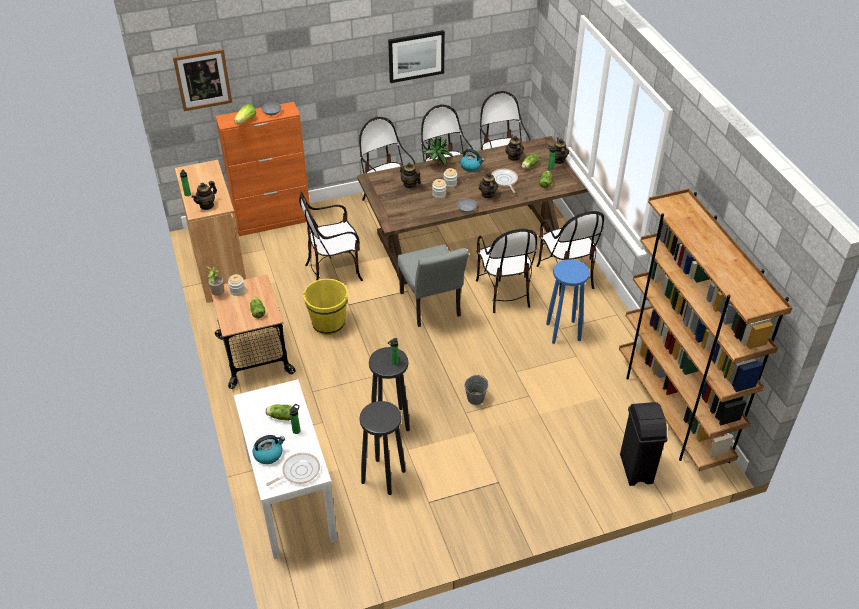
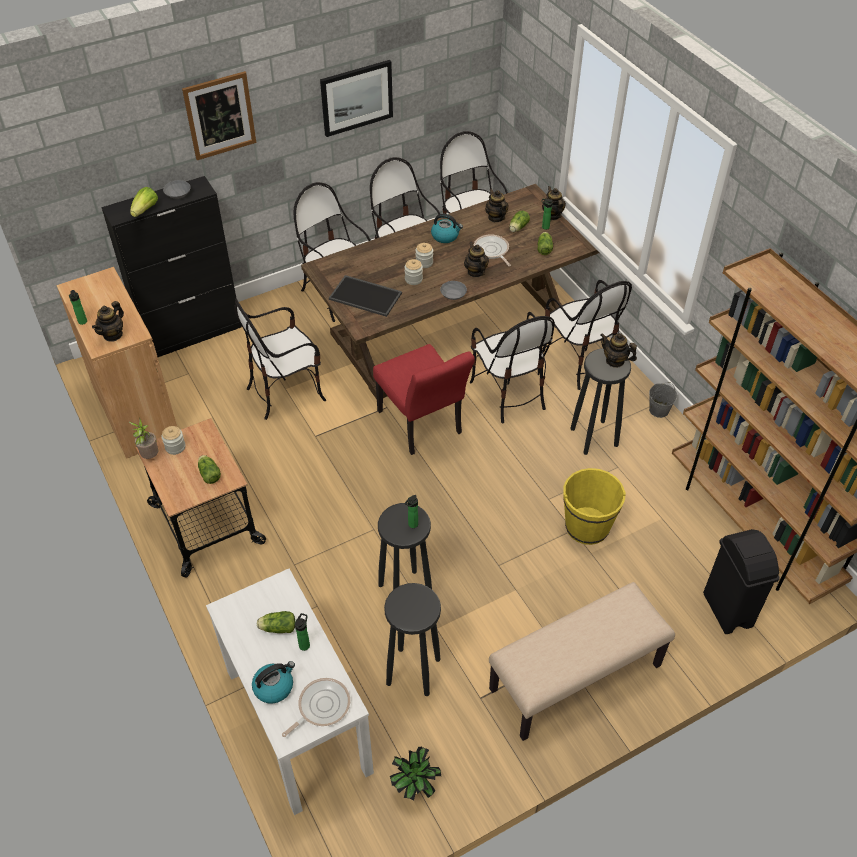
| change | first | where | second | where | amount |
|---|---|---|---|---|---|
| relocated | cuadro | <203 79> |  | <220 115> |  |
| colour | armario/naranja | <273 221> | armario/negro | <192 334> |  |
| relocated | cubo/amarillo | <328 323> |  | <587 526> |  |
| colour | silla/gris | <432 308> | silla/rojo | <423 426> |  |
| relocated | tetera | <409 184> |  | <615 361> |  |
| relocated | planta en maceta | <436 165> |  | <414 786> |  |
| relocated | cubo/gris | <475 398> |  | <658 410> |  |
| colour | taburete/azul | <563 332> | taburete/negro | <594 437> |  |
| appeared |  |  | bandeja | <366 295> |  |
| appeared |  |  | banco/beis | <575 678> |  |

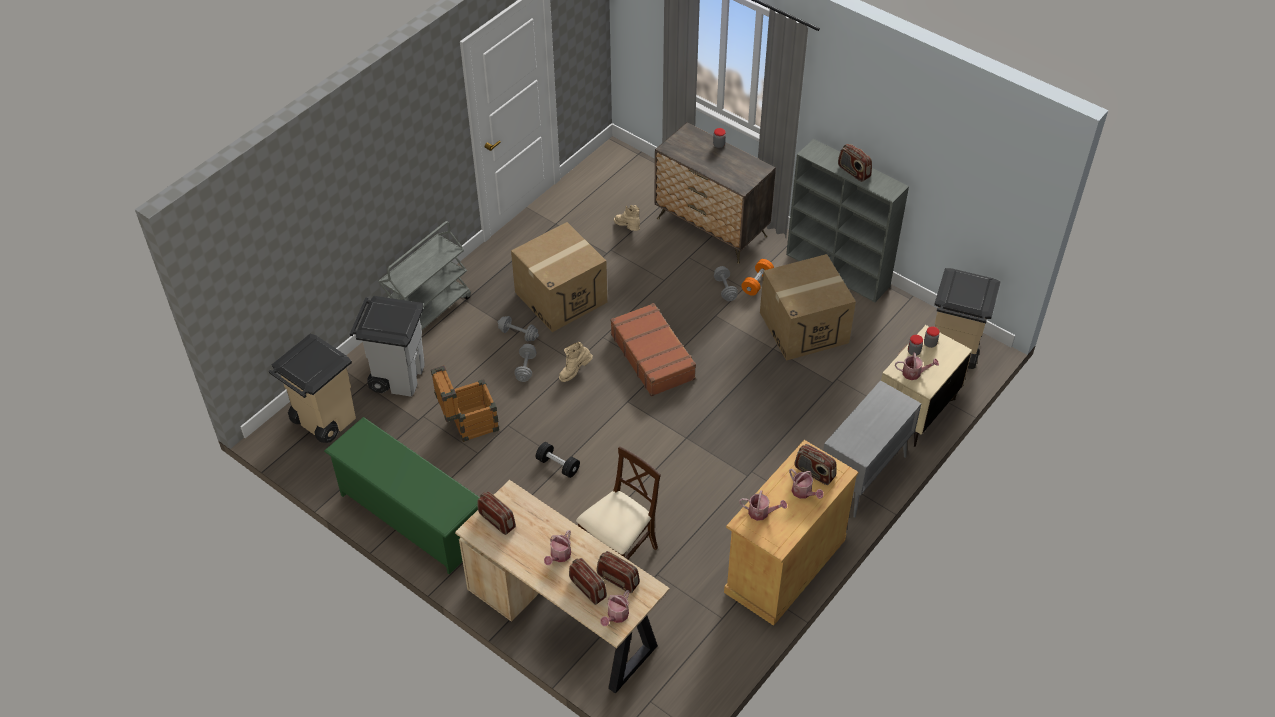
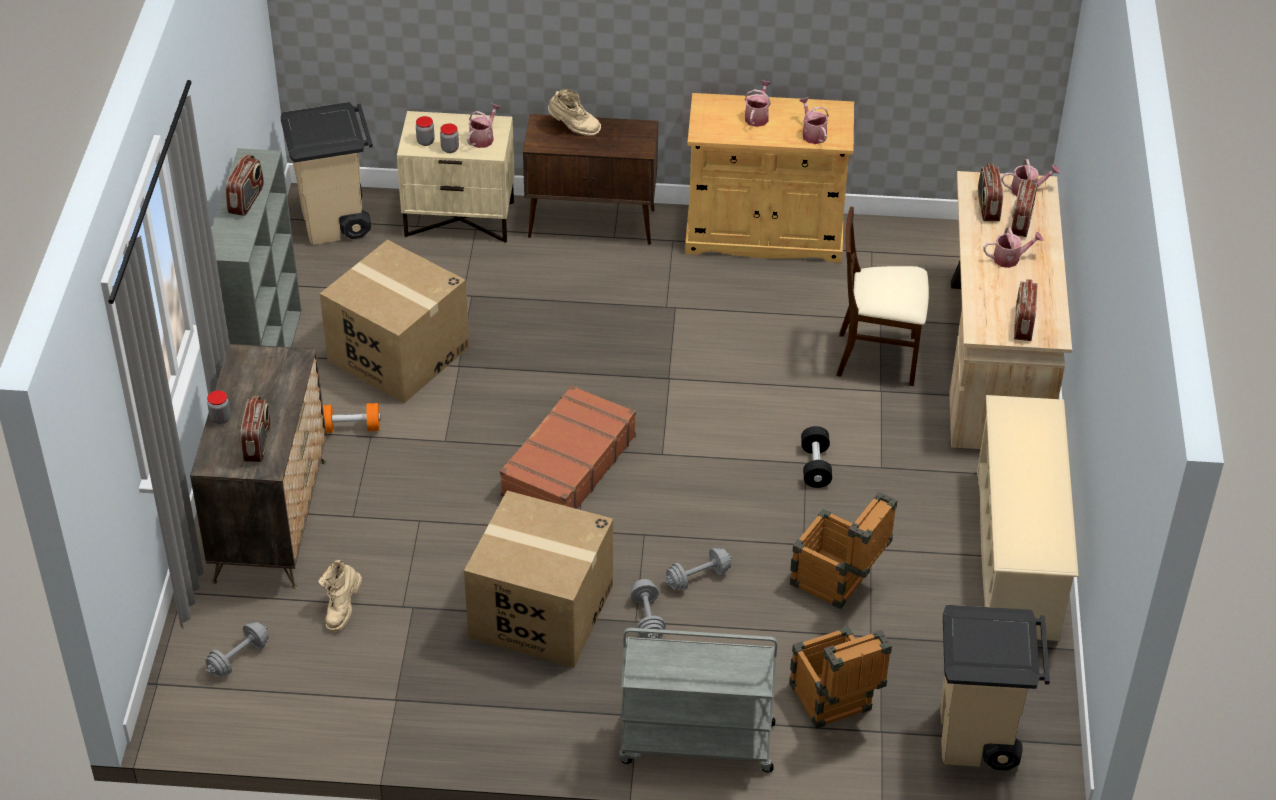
| change | first | where | second | where | amount |
|---|---|---|---|---|---|
| colour | zapatero/verde | <411 517> | zapatero/beis | <1017 554> |  |
| exchanged | papelera/gris | <398 375> | caja de embalaje | <834 705> |  |
| relocated | bota/beis | <575 371> |  | <573 128> |  |
| relocated | mancuerna/gris | <725 289> |  | <238 658> |  |
| relocated | radio | <814 473> |  | <258 443> |  |
| colour | armario/gris | <862 477> | armario/marrón | <593 224> |  |
| spun | regadera | <914 373> |  | <483 138> | 60 degrees clockwise |

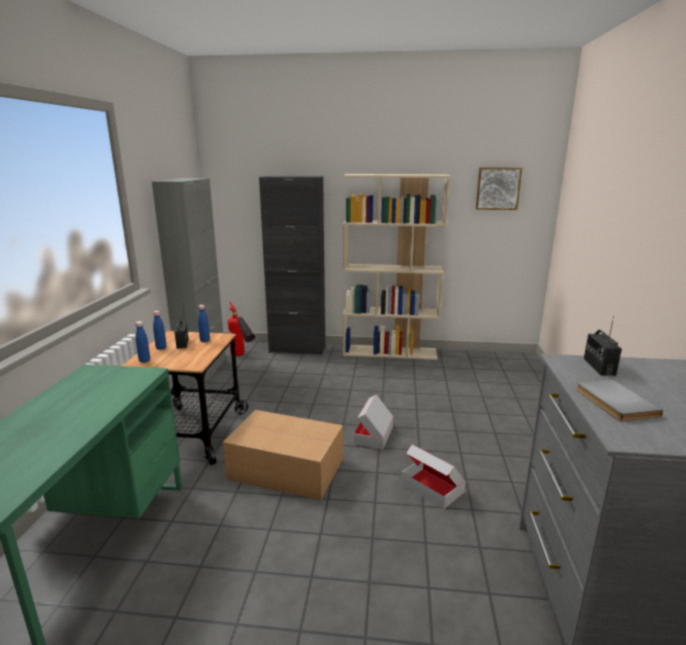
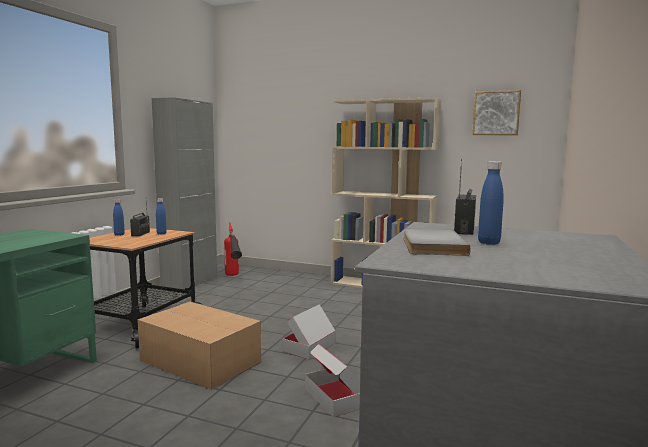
| change | first | where | second | where | amount |
|---|---|---|---|---|---|
| relocated | botella/azul | <144 361> |  | <488 243> |  |
| missing | armario/negro | <297 349> |  |  |  |

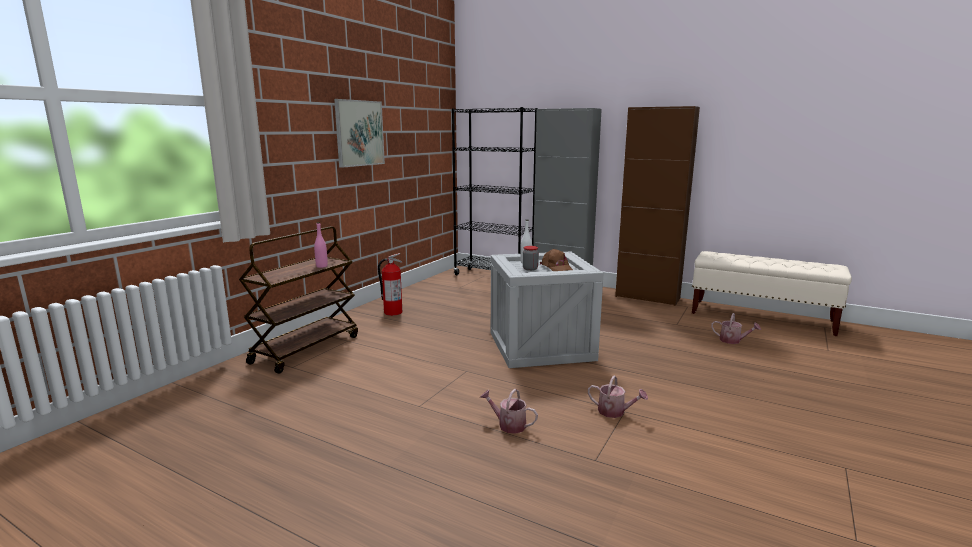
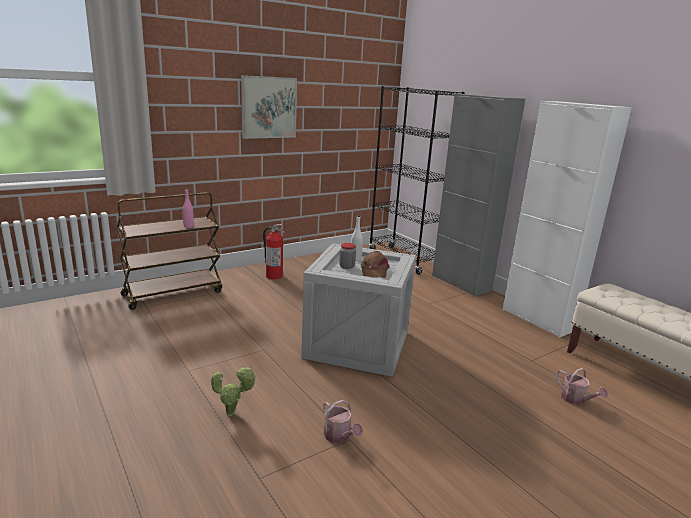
| change | first | where | second | where | amount |
|---|---|---|---|---|---|
| exchanged | regadera | <508 425> | planta en maceta | <232 414> |  |
| colour | armario/marrón | <647 297> | armario/blanco | <538 319> |  |

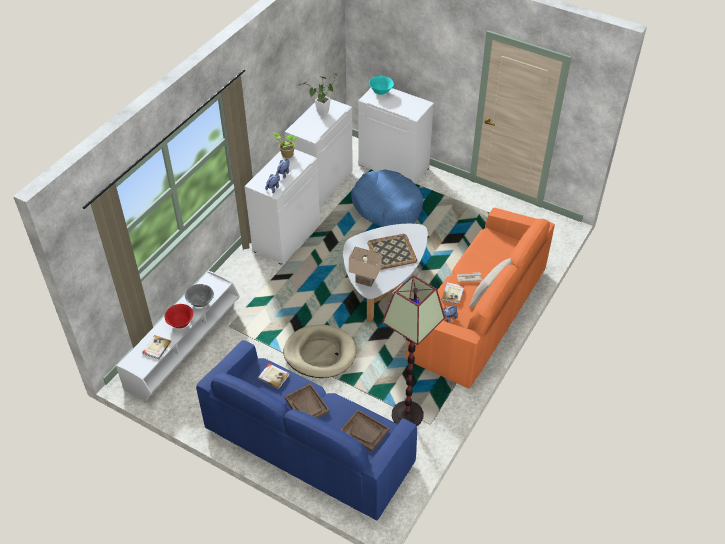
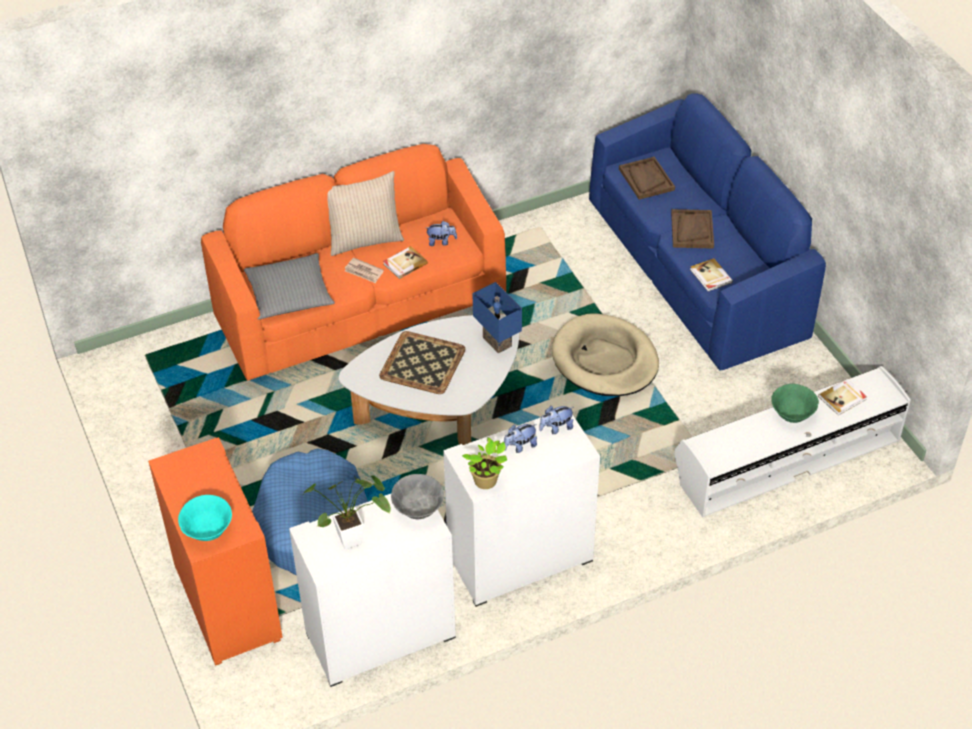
| change | first | where | second | where | amount |
|---|---|---|---|---|---|
| colour | cuenco/rojo | <180 324> | cuenco/verde | <792 415> |  |
| relocated | cuenco/gris | <200 303> |  | <418 511> |  |
| colour | lámpara de mesa/beis | <365 280> | lámpara de mesa/azul | <495 342> |  |
| colour | armario/blanco | <394 166> | armario/naranja | <225 602> |  |
| missing | lámpara de pie | <407 415> |  |  |  |
| appeared |  |  | cojín/gris | <289 294> |  |

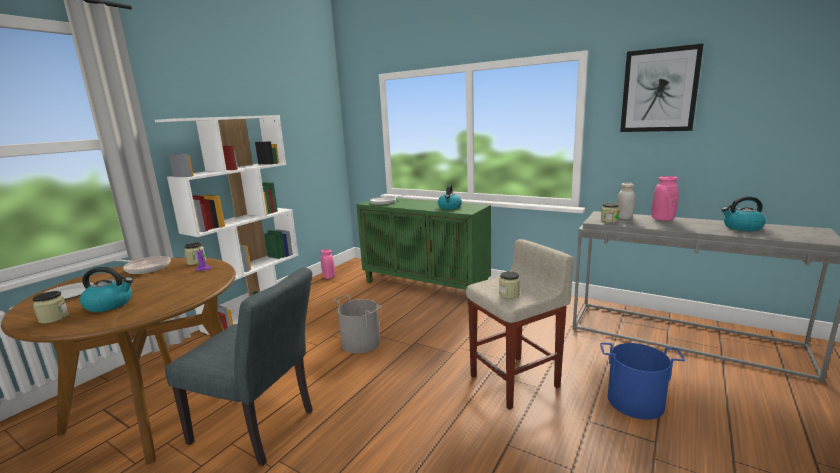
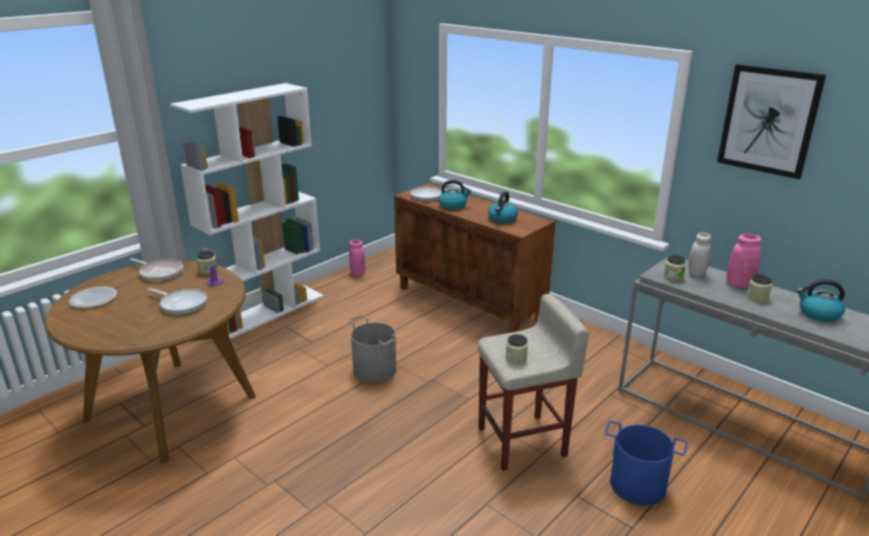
| change | first | where | second | where | amount |
|---|---|---|---|---|---|
| relocated | tarro | <54 318> |  | <757 297> |  |
| relocated | hervidor | <110 304> |  | <453 205> |  |
| missing | silla/gris | <260 428> |  |  |  |
| colour | armario/verde | <426 285> | armario/marrón | <469 303> |  |
| appeared |  |  | sartén | <182 304> |  |

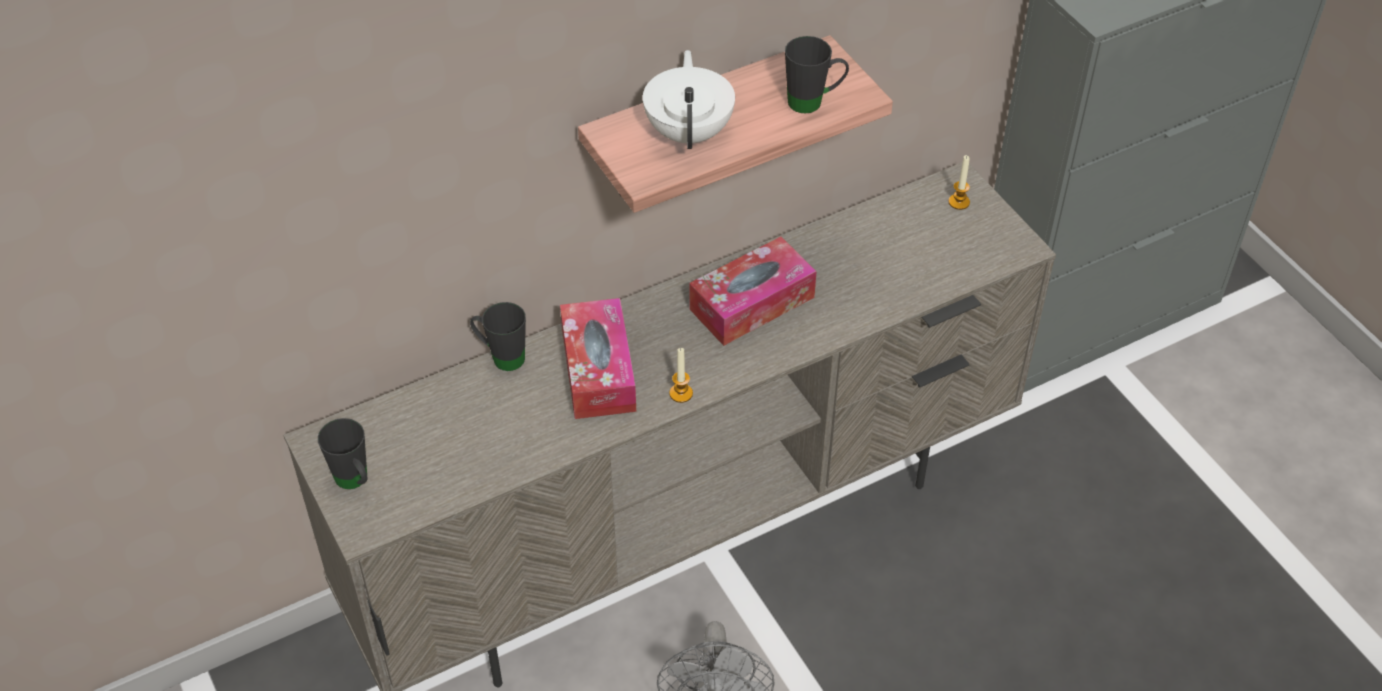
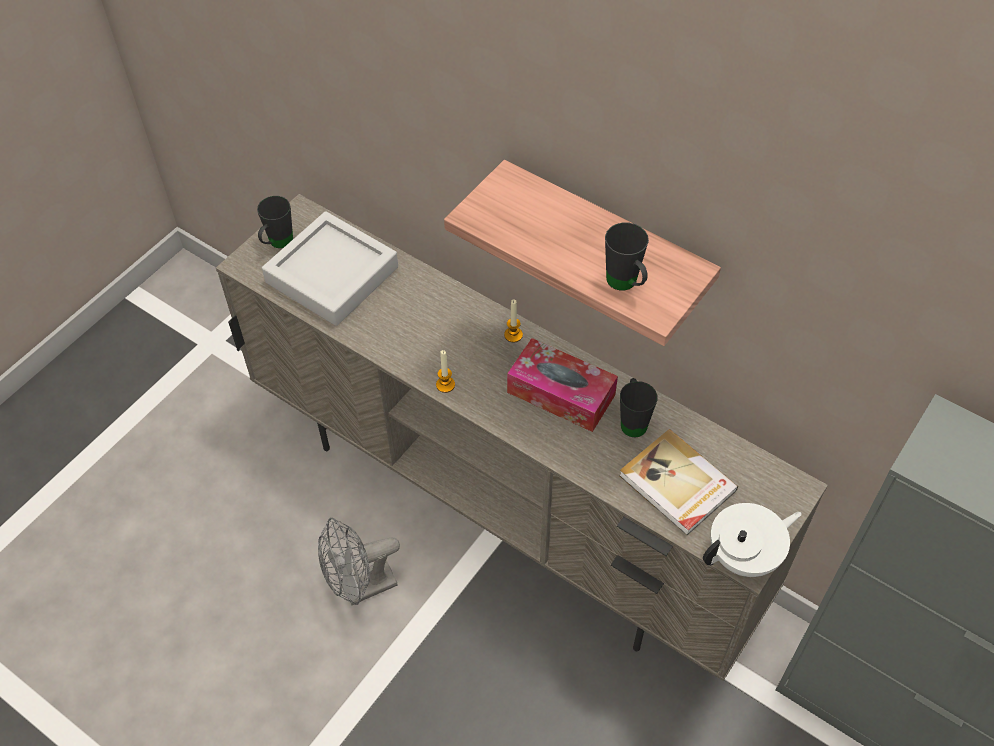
| change | first | where | second | where | amount |
|---|---|---|---|---|---|
| relocated | taza grande/negro | <501 356> |  | <632 420> |  |
| missing | caja de pañuelos | <598 370> |  |  |  |
| relocated | tetera/blanco | <689 132> |  | <745 556> |  |
| relocated | vela | <959 202> |  | <513 335> |  |
| appeared |  |  | bandeja/gris | <332 275> |  |
| appeared |  |  | libro | <677 485> |  |

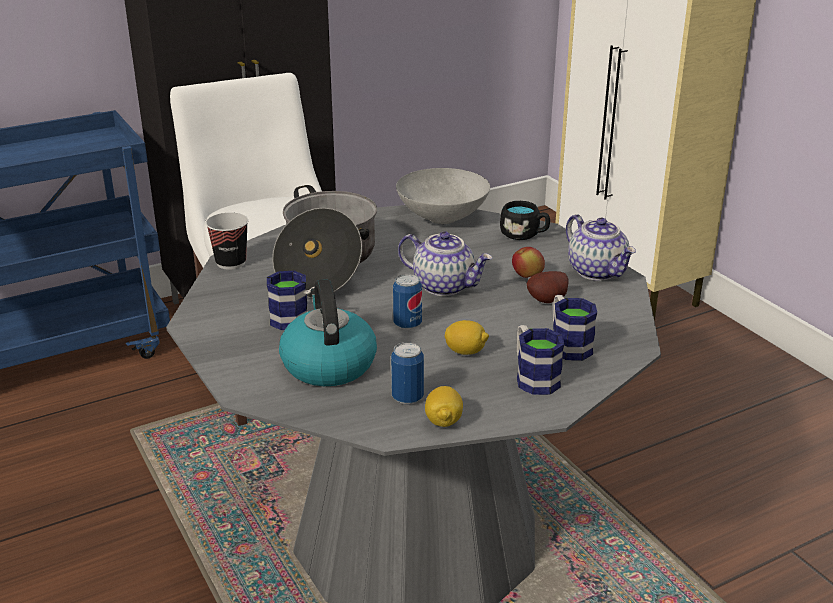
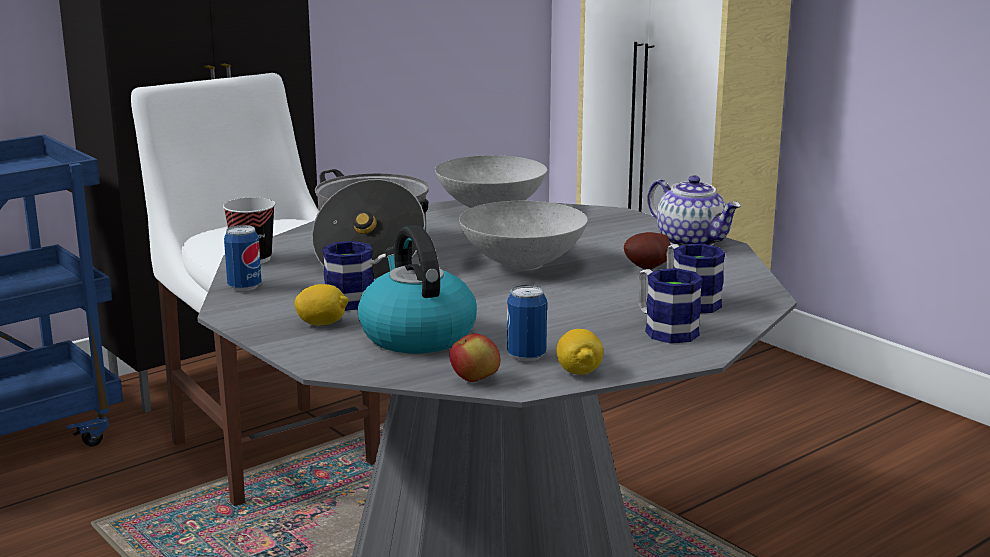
| change | first | where | second | where | amount |
|---|---|---|---|---|---|
| relocated | lata | <407 324> |  | <244 287> |  |
| exchanged | tetera | <444 286> | cuenco/gris | <522 263> |  |
| relocated | limón | <466 351> |  | <322 323> |  |
| missing | taza grande/negro | <524 235> |  |  |  |
| relocated | manzana | <527 276> |  | <475 380> |  |

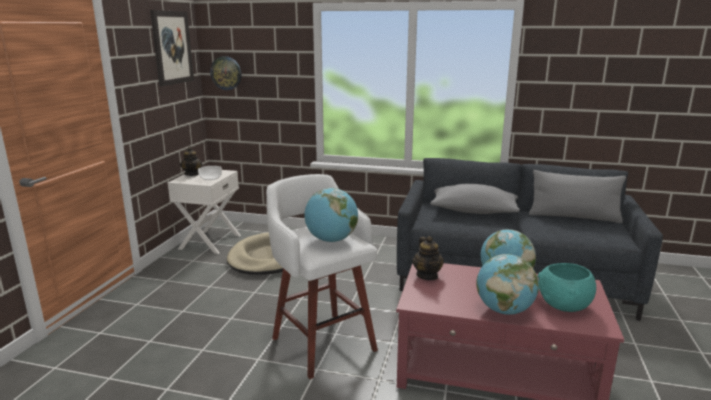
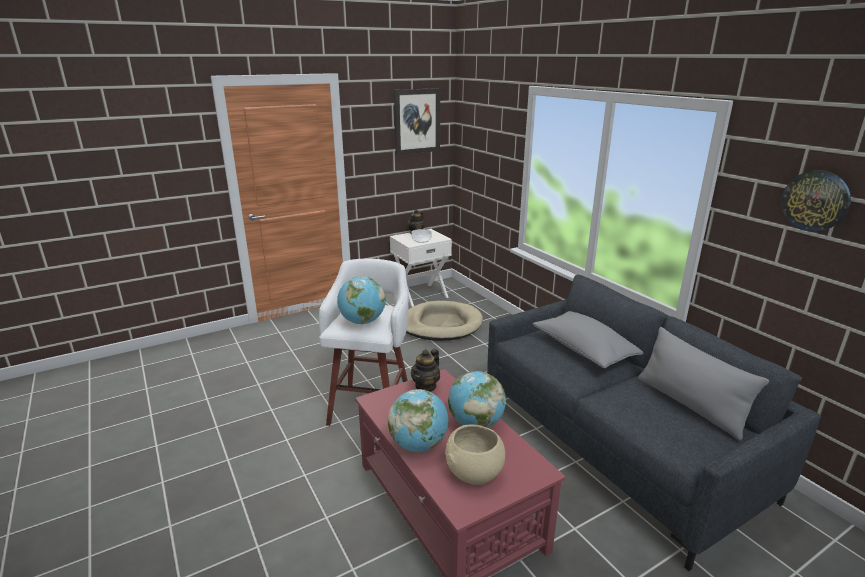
| change | first | where | second | where | amount |
|---|---|---|---|---|---|
| relocated | reloj de pared | <226 73> |  | <815 201> |  |
| colour | cuenco/turquesa | <563 306> | cuenco/beis | <473 472> |  |

